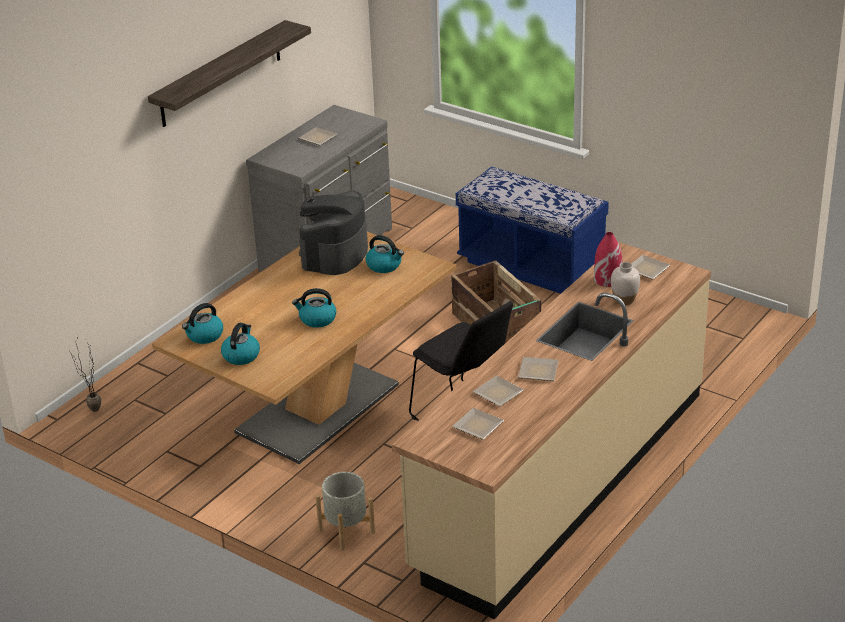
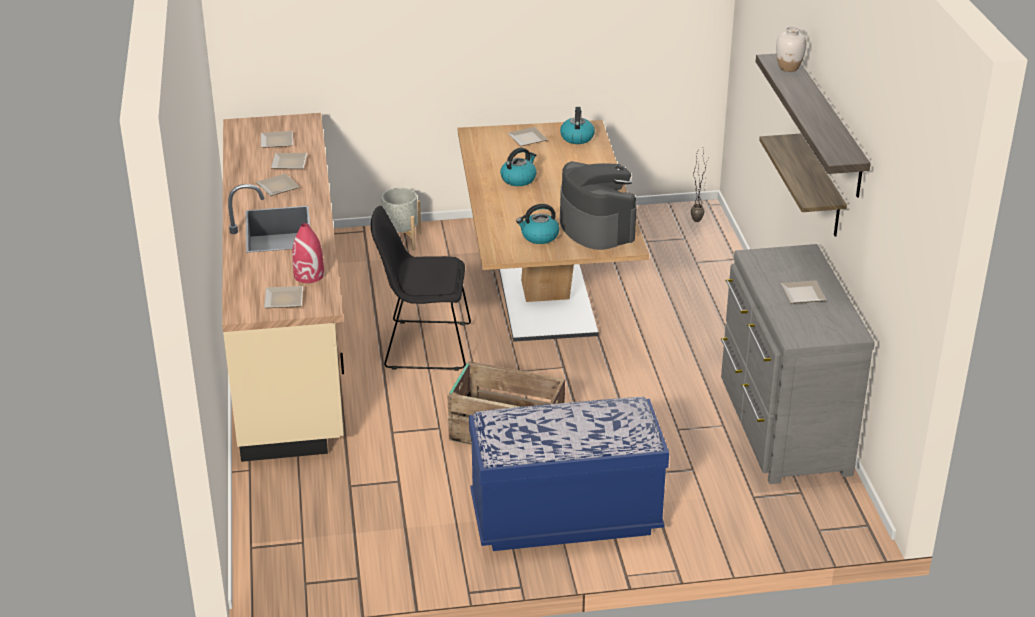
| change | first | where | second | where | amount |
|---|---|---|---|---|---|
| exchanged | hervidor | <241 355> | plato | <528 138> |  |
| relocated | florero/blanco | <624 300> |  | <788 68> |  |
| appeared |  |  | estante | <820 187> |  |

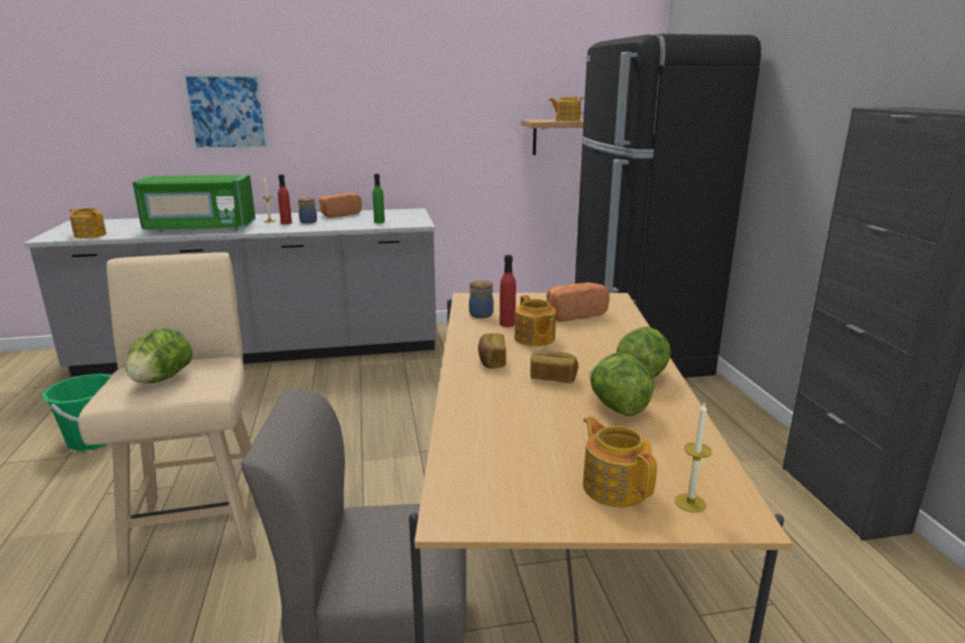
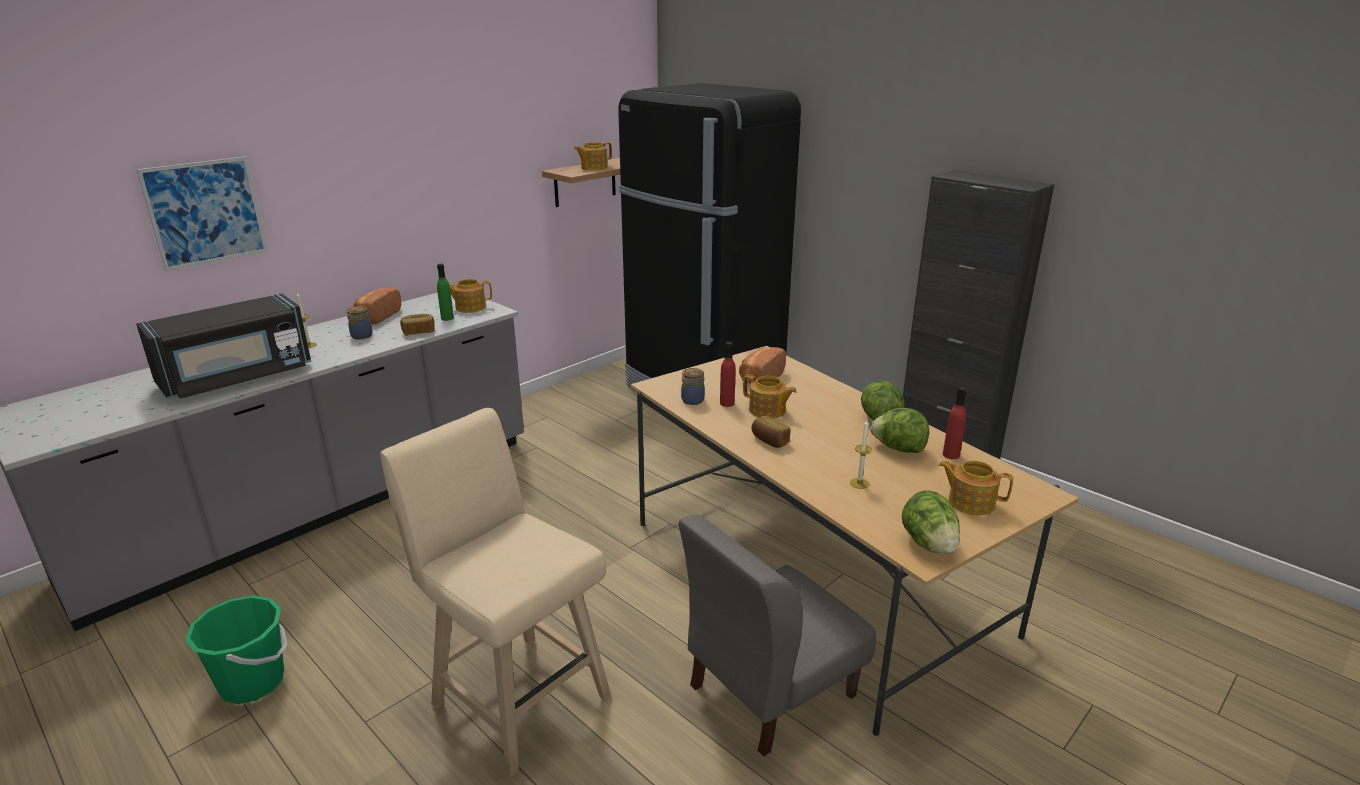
| change | first | where | second | where | amount |
|---|---|---|---|---|---|
| relocated | tetera | <90 235> |  | <470 307> |  |
| relocated | lechuga | <162 379> |  | <928 544> |  |
| colour | microondas/verde | <200 228> | microondas/negro | <237 377> |  |
| relocated | botella/rojo | <286 223> |  | <951 455> |  |
| relocated | pan | <553 377> |  | <419 332> |  |
| relocated | vela | <690 503> |  | <859 483> |  |

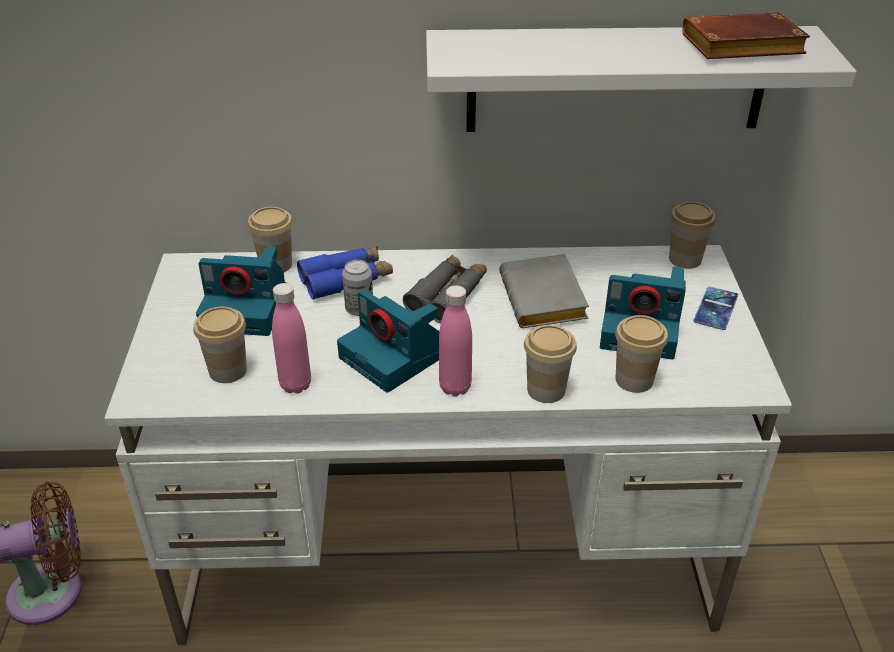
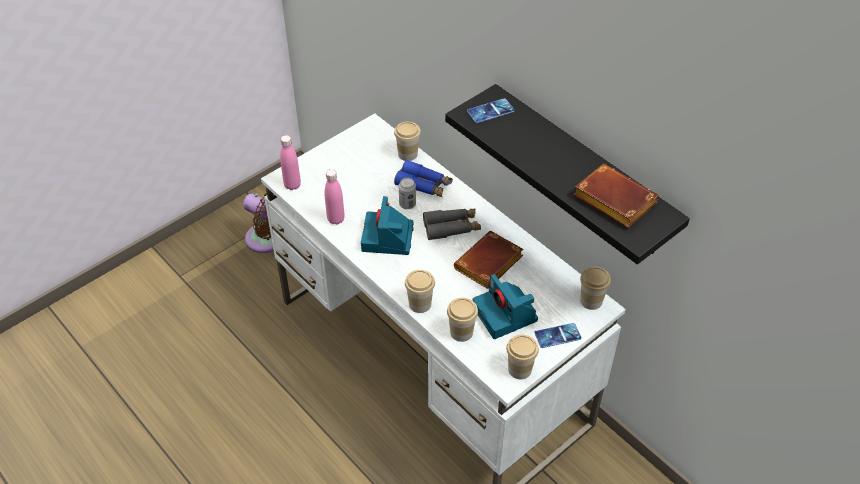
| change | first | where | second | where | amount |
|---|---|---|---|---|---|
| relocated | taza | <228 370> |  | <520 369> |  |
| missing | cámara | <247 309> |  |  |  |
| colour | estante/blanco | <616 79> | estante/negro | <582 172> |  |
| relocated | botella/rosa | <455 387> |  | <292 185> |  |
| colour | libro/gris | <546 300> | libro/marrón | <489 265> |  |
| appeared |  |  | móvil | <490 111> |  |

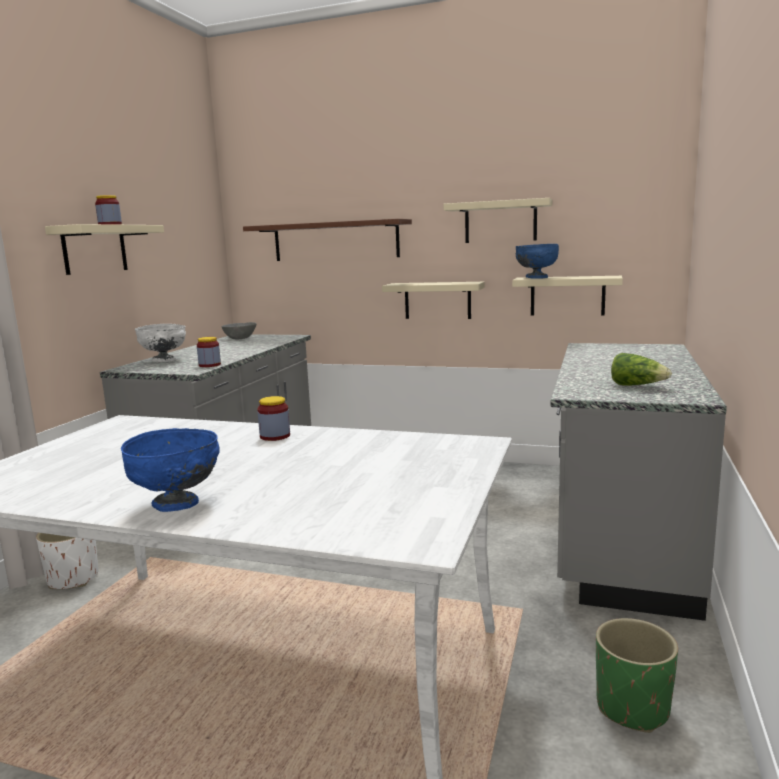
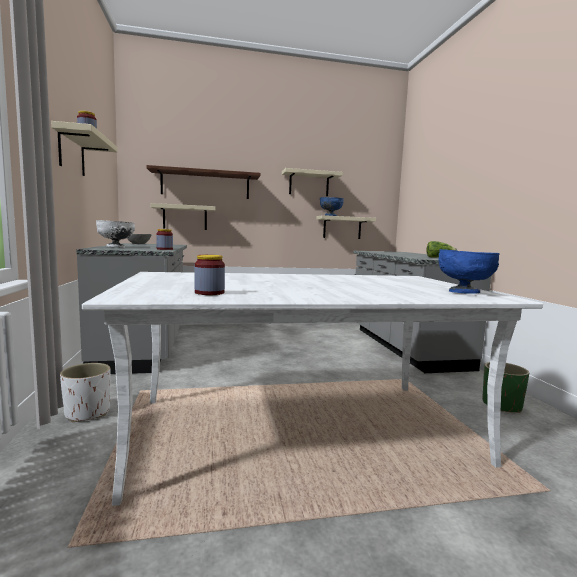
| change | first | where | second | where | amount |
|---|---|---|---|---|---|
| relocated | cuenco/azul | <177 504> |  | <464 292> |  |
| relocated | tarro | <275 436> |  | <209 292> |  |
| relocated | estante/beis | <437 300> |  | <185 217> |  |

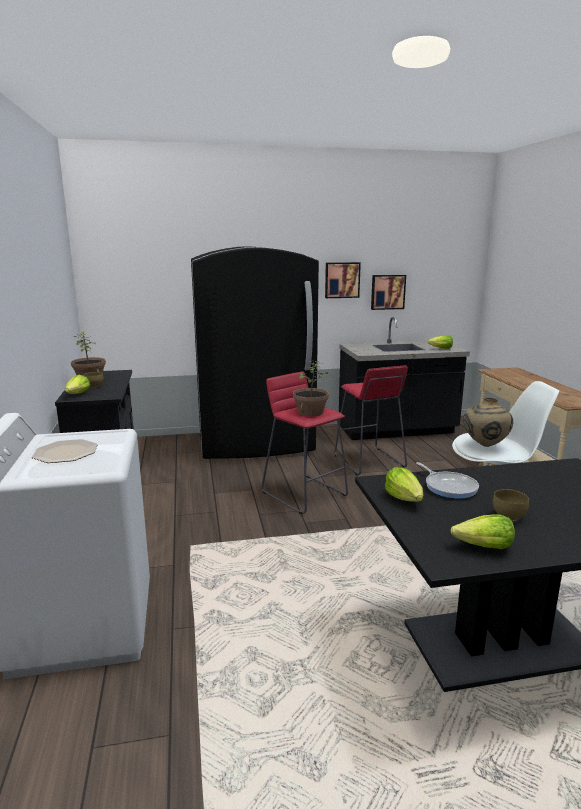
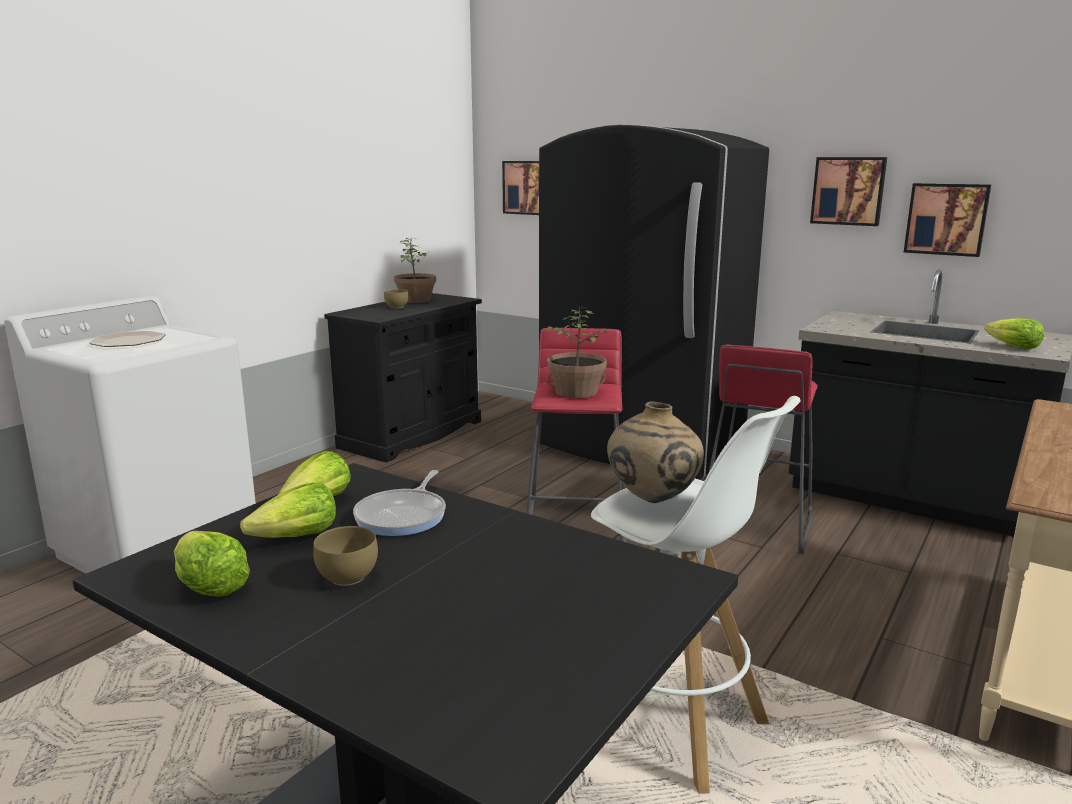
| change | first | where | second | where | amount |
|---|---|---|---|---|---|
| relocated | lechuga | <78 394> |  | <296 537> |  |
| appeared |  |  | cuadro | <527 187> |  |

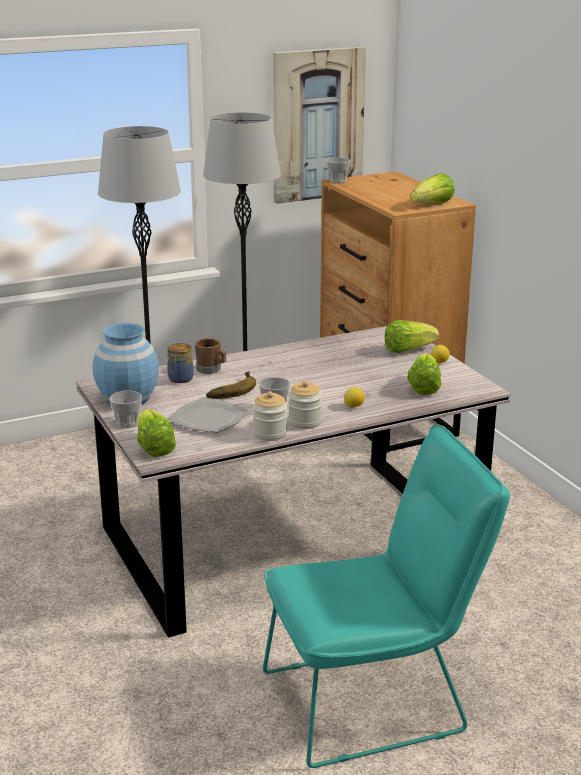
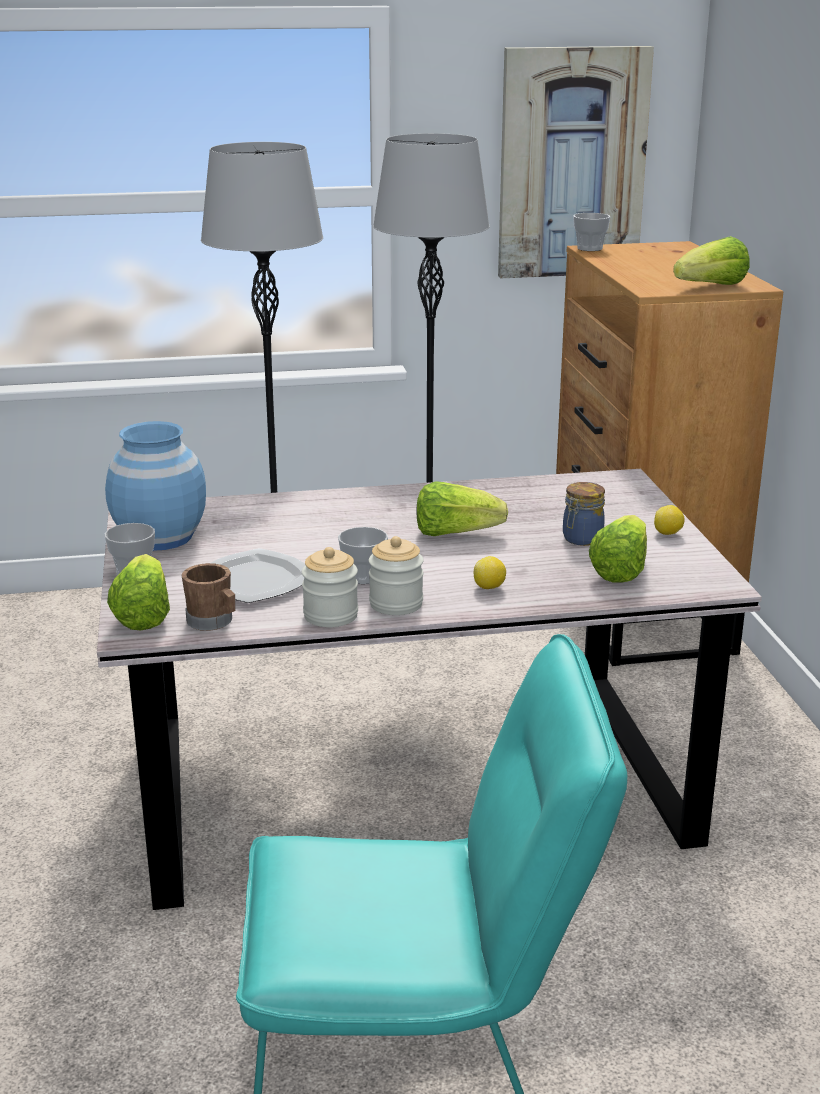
| change | first | where | second | where | amount |
|---|---|---|---|---|---|
| relocated | tarro | <180 379> |  | <581 539> |  |
| relocated | taza grande/marrón | <211 370> |  | <213 622> |  |
| missing | plátano | <229 389> |  |  |  |
| relocated | lechuga | <407 350> |  | <455 533> |  |

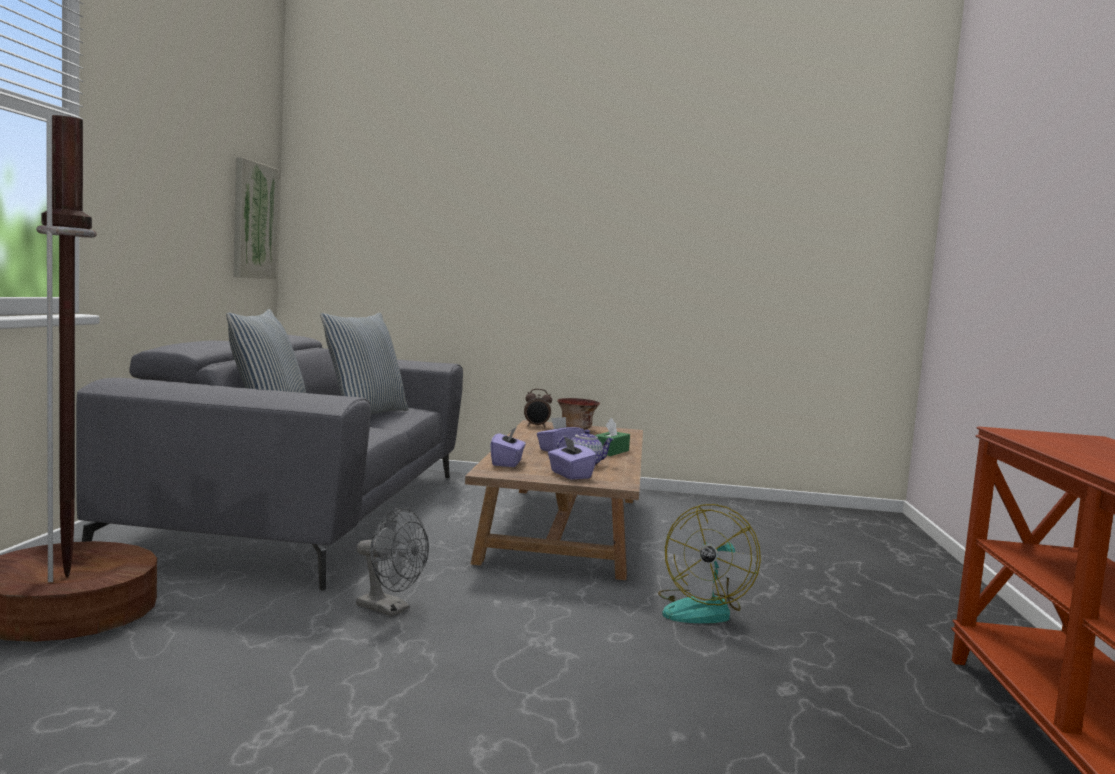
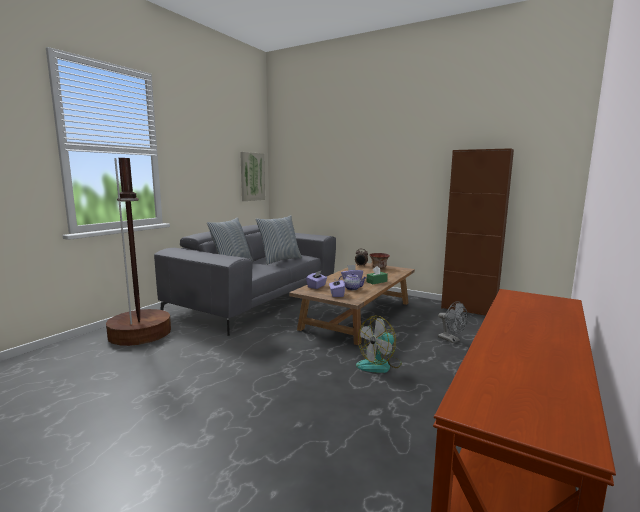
| change | first | where | second | where | amount |
|---|---|---|---|---|---|
| relocated | ventilador/gris | <390 609> |  | <451 340> |  |
| appeared |  |  | armario/marrón | <468 309> |  |

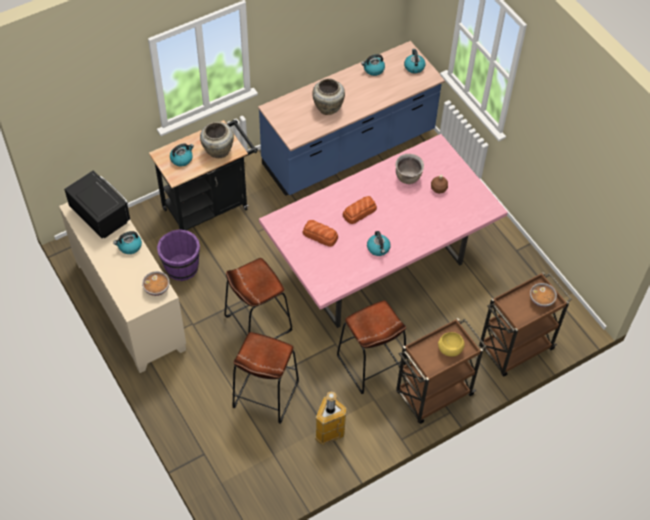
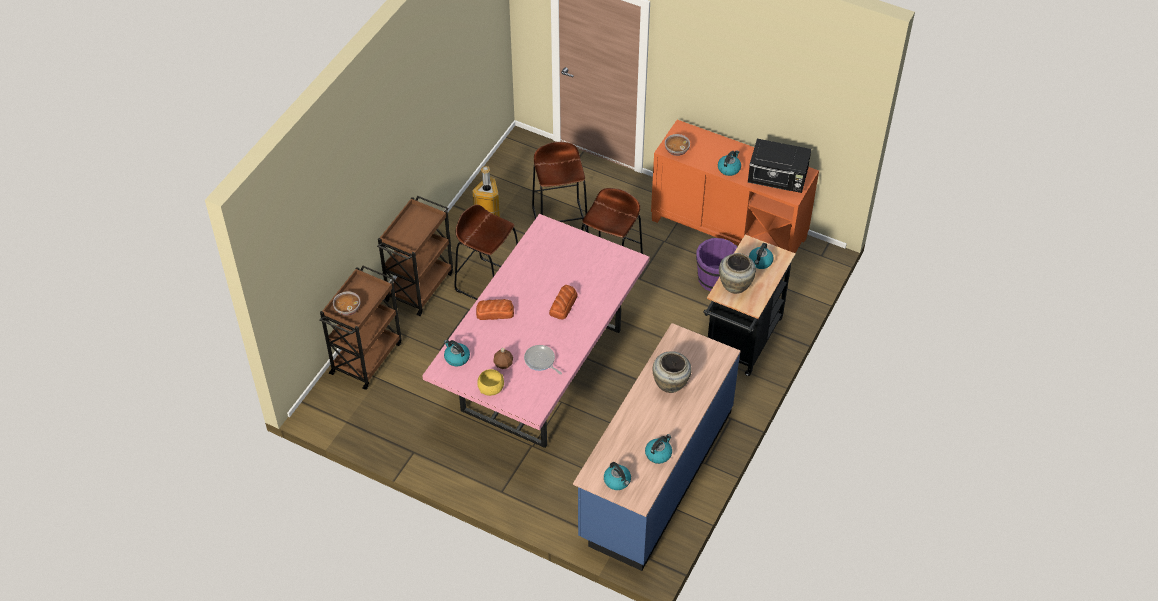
| change | first | where | second | where | amount |
|---|---|---|---|---|---|
| colour | armario/beis | <129 306> | armario/naranja | <729 229> |  |
| relocated | pan | <320 235> |  | <494 312> |  |
| relocated | hervidor | <378 248> |  | <456 358> |  |
| exchanged | olla/marrón | <408 177> | sartén | <540 361> |  |
| relocated | cuenco/amarillo | <449 349> |  | <491 388> |  |

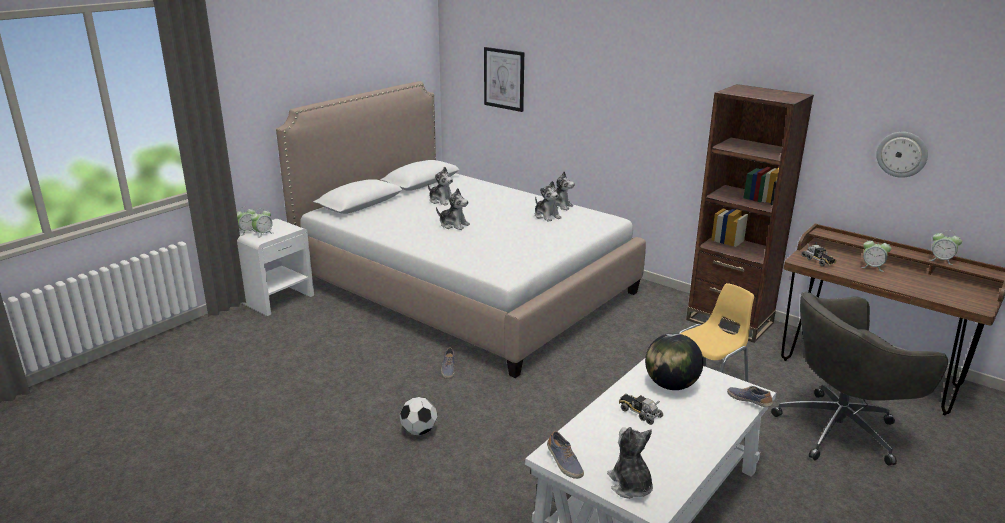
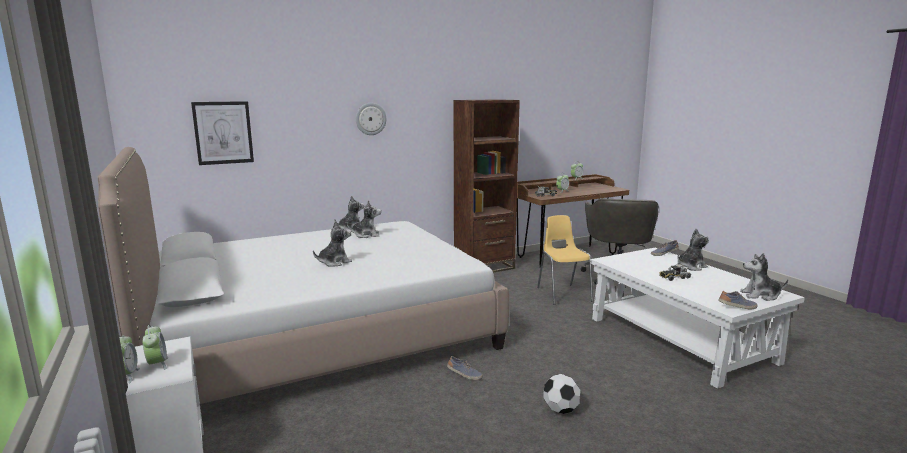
| change | first | where | second | where | amount |
|---|---|---|---|---|---|
| relocated | peluche | <441 201> |  | <690 267> |  |
| missing | globo terráqueo | <671 385> |  |  |  |
| relocated | reloj de pared | <902 154> |  | <370 119> |  |

